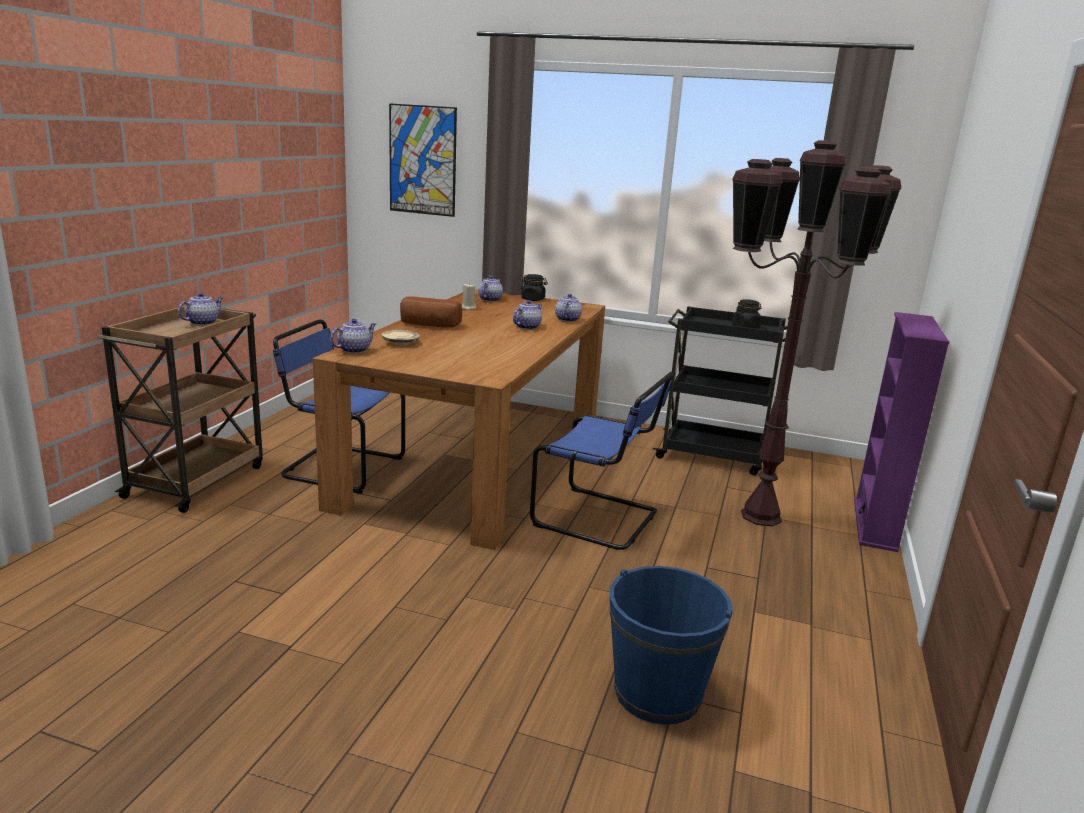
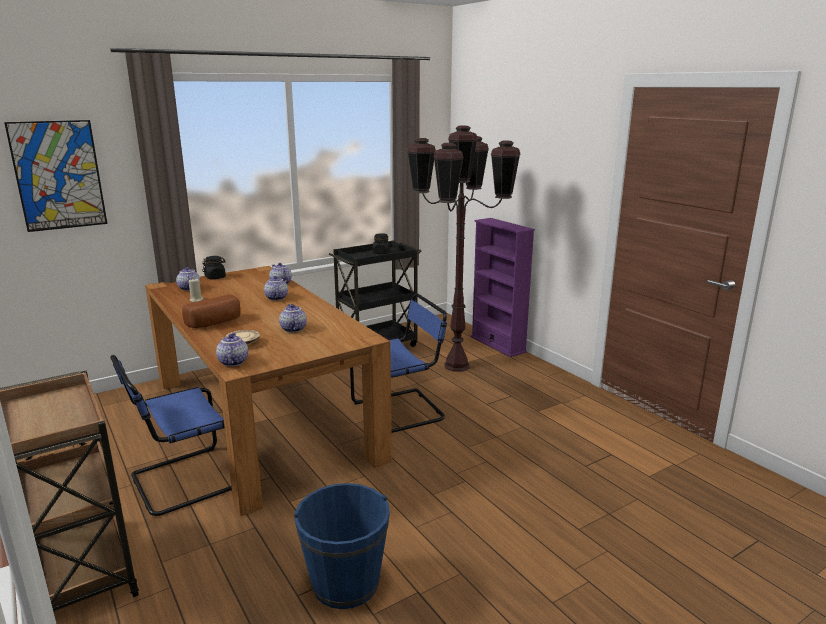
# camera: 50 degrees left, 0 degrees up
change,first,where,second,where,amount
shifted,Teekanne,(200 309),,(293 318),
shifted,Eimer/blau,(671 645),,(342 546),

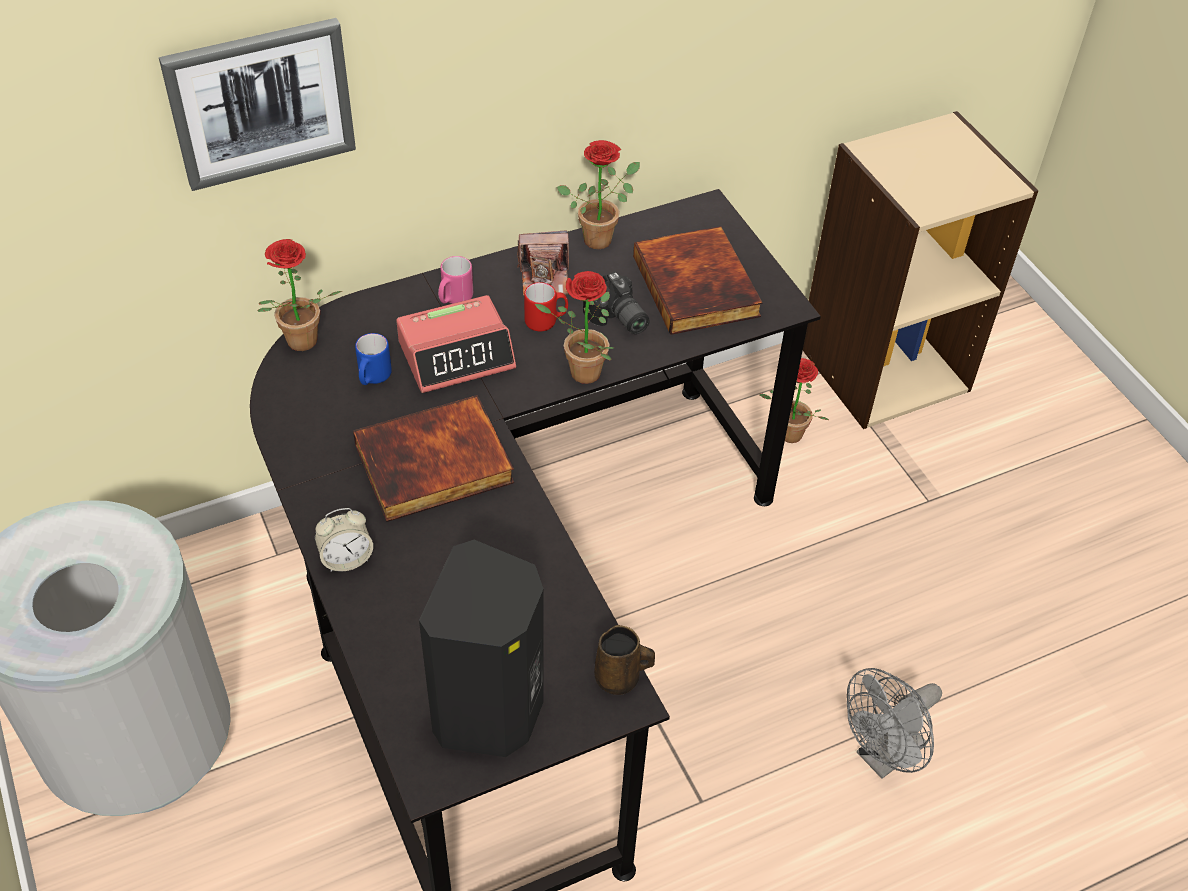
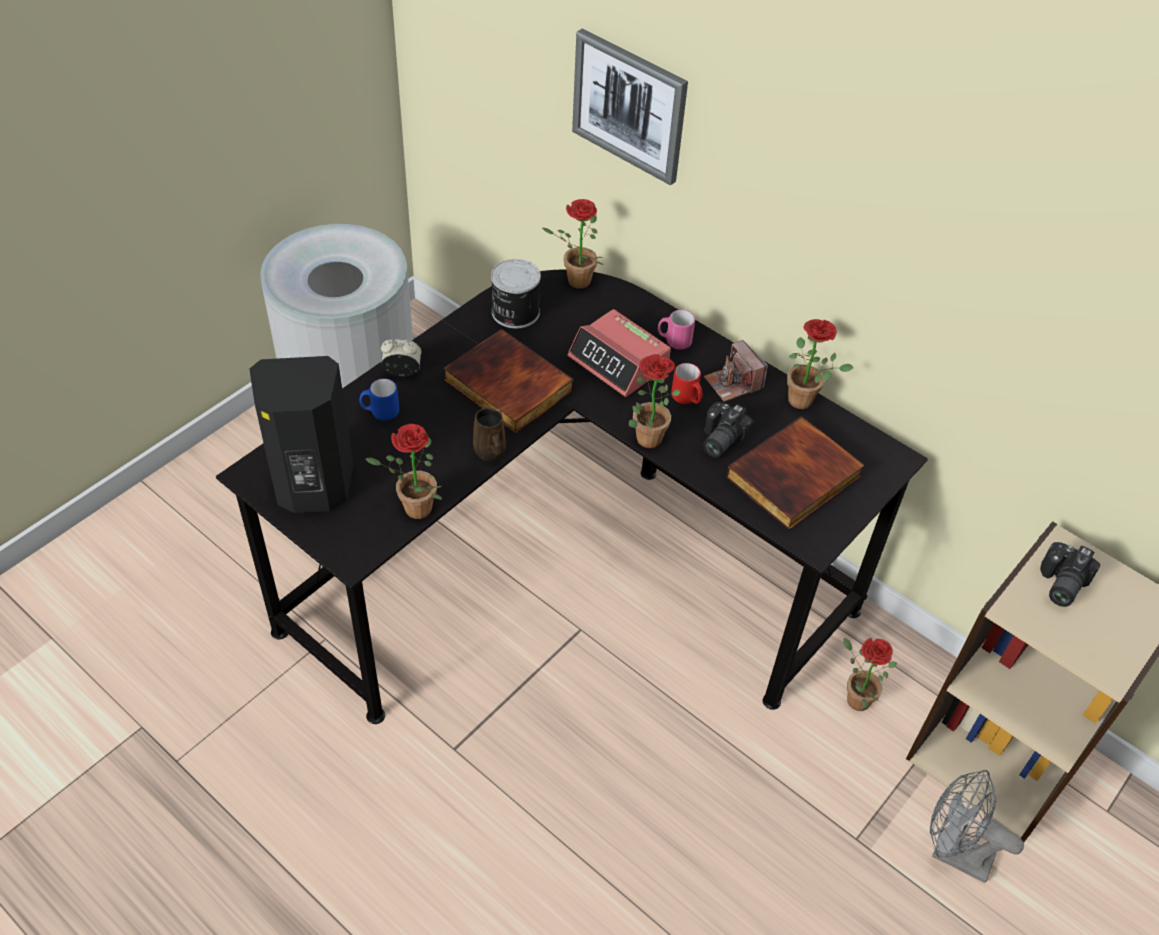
# camera: 65 degrees right, 0 degrees up
change,first,where,second,where,amount
shifted,Henkelbecher/blau,(373 359),,(379 400),
new,,,Topfpflanze,(404 471),
rotated,Wecker,(344 540),,(401 358),135 degrees clockwise
shifted,Henkelbecher/braun,(624 660),,(489 434),
new,,,Dose,(516 293),
shifted,Ventilator/grau,(894 723),,(977 826),
new,,,Kamera,(1070 574),

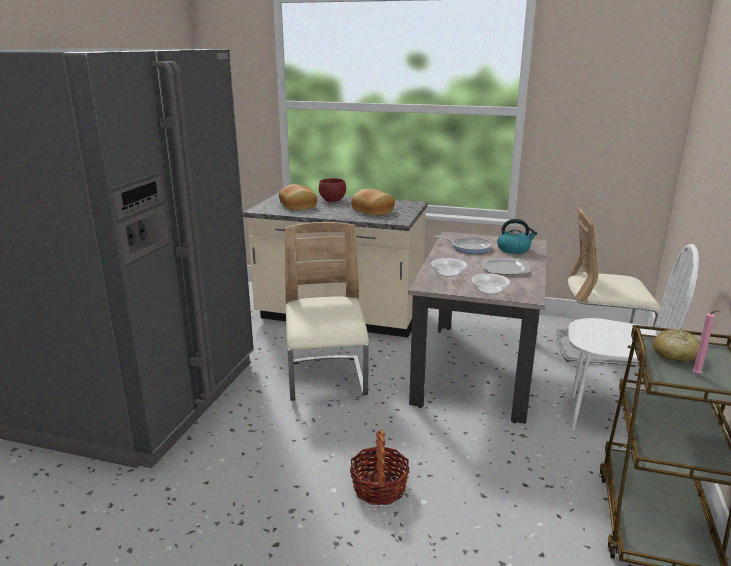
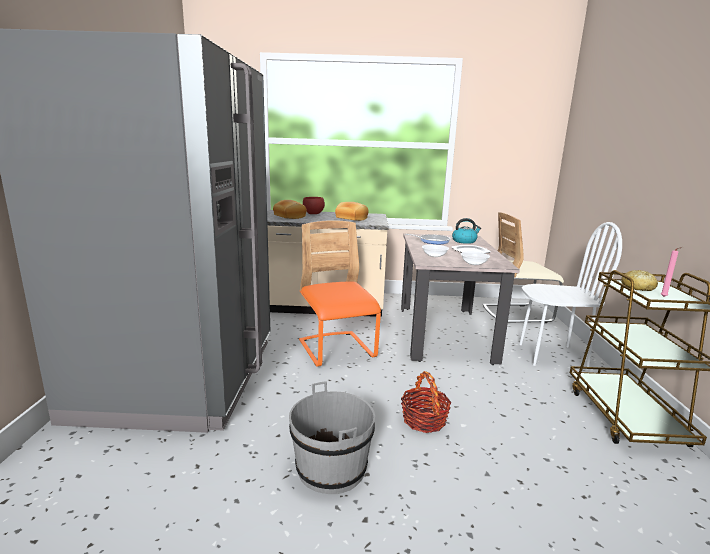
# camera: 15 degrees left, 5 degrees down
change,first,where,second,where,amount
new,,,Eimer/grau,(332 437),
repainted,Stuhl/beige,(327 311),Stuhl/orange,(340 293),

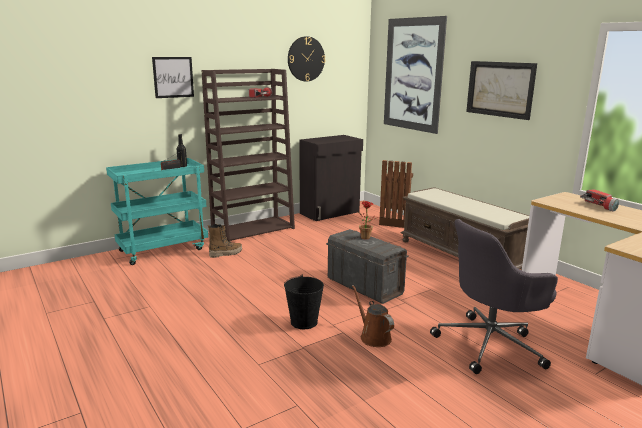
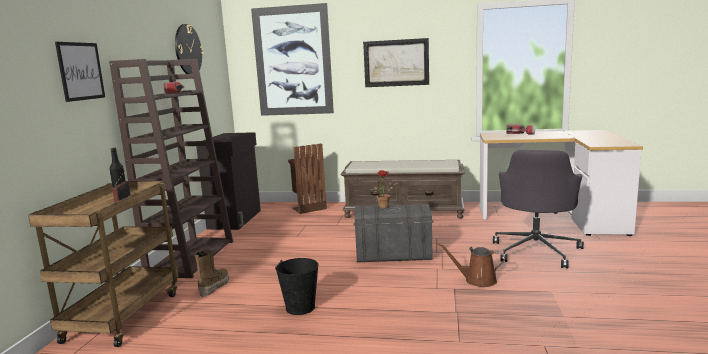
# camera: 45 degrees left, 5 degrees down
change,first,where,second,where,amount
repainted,Rollwagen/türkis,(157 211),Rollwagen/braun,(103 264),
shifted,Eimer/schwarz,(304 302),,(297 286),

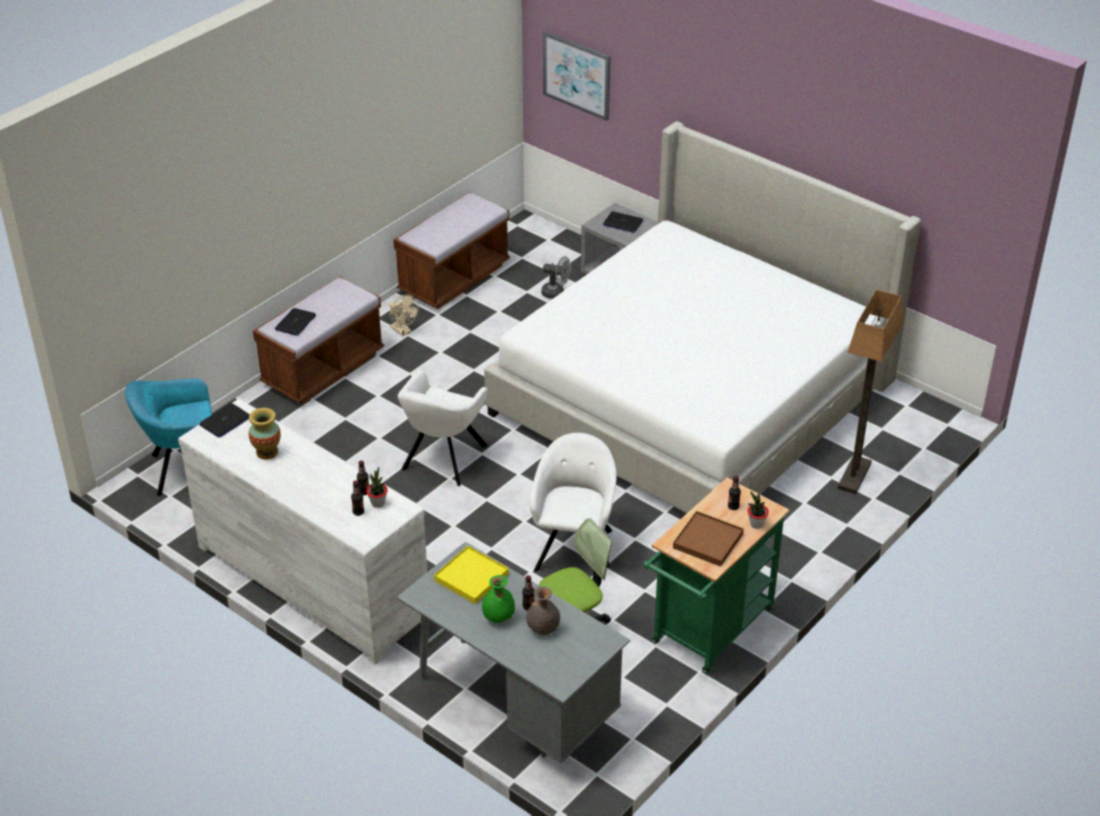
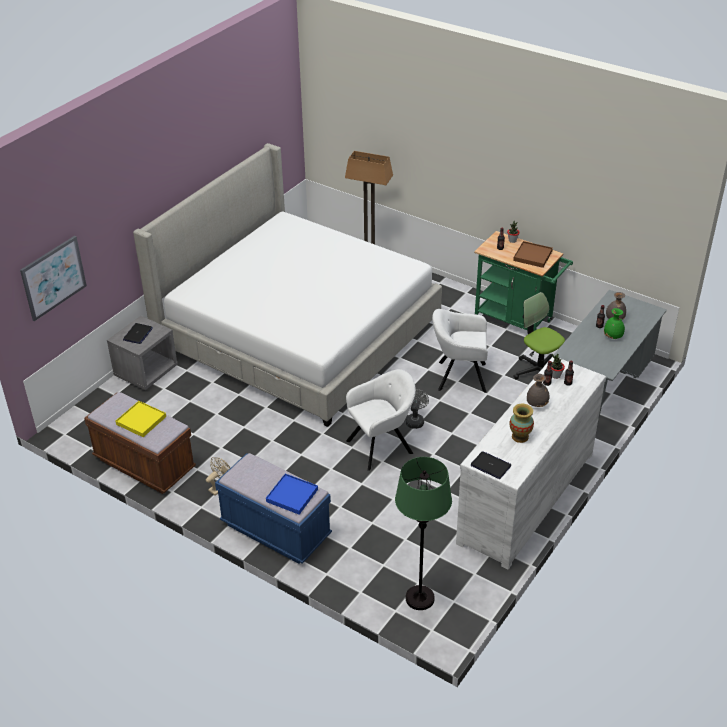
# camera: 95 degrees left, 0 degrees up
change,first,where,second,where,amount
shifted,Tablett/gelb,(471 575),,(141 419),
repainted,Bank/braun,(318 340),Bank/blau,(273 508),
swapped,Laptop,(295 322),Tablett/blau,(292 494),
rotated,Sessel/weiß,(443 428),,(381 420),45 degrees counterclockwise
swapped,Sessel/türkis,(168 437),Stehlampe/grün,(423 533),
shifted,Ventilator/grau,(556 277),,(417 409),
new,,,Vase/grau,(538 390),

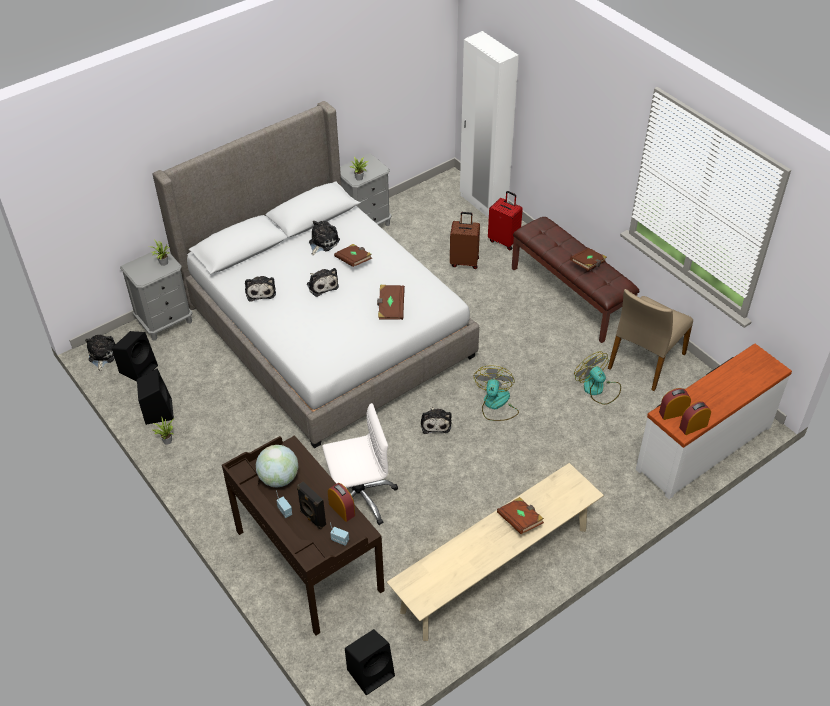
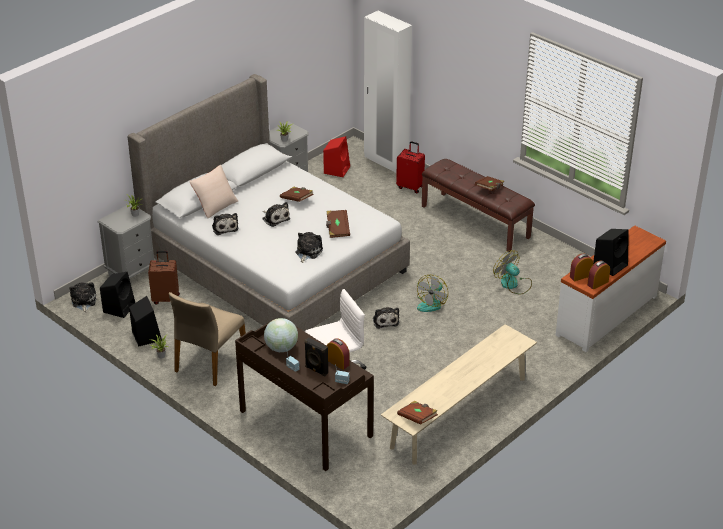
# camera: 10 degrees left, 10 degrees down
change,first,where,second,where,amount
shifted,Koffer/braun,(465 240),,(164 278),
shifted,Stuhl/beige,(650 340),,(207 339),
new,,,Kissen/beige,(213 191),
shifted,Plüschtier,(324 238),,(309 247),
new,,,Lautsprecher/rot,(336 156),
shifted,Buch/braun,(520 515),,(417 413),
rotated,Ventilator,(496 393),,(432 293),150 degrees counterclockwise
shifted,Lautsprecher/schwarz,(370 662),,(611 252),

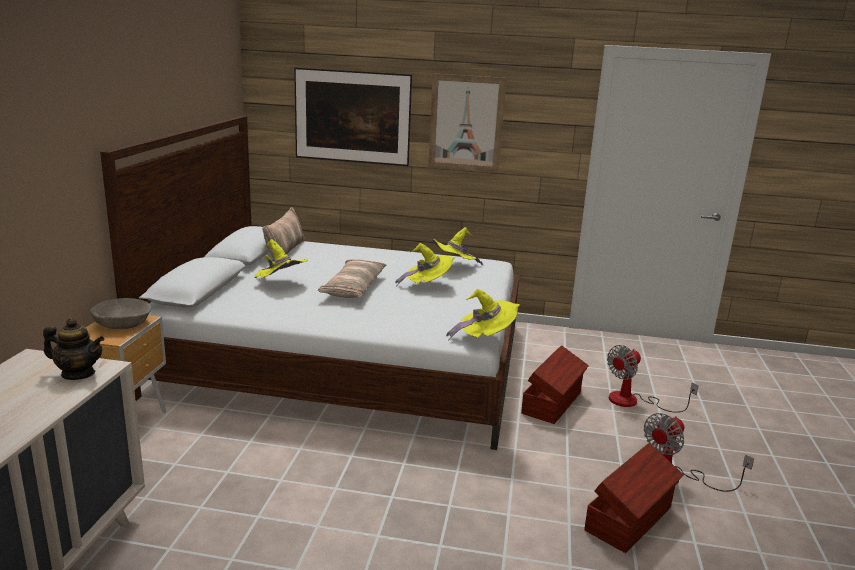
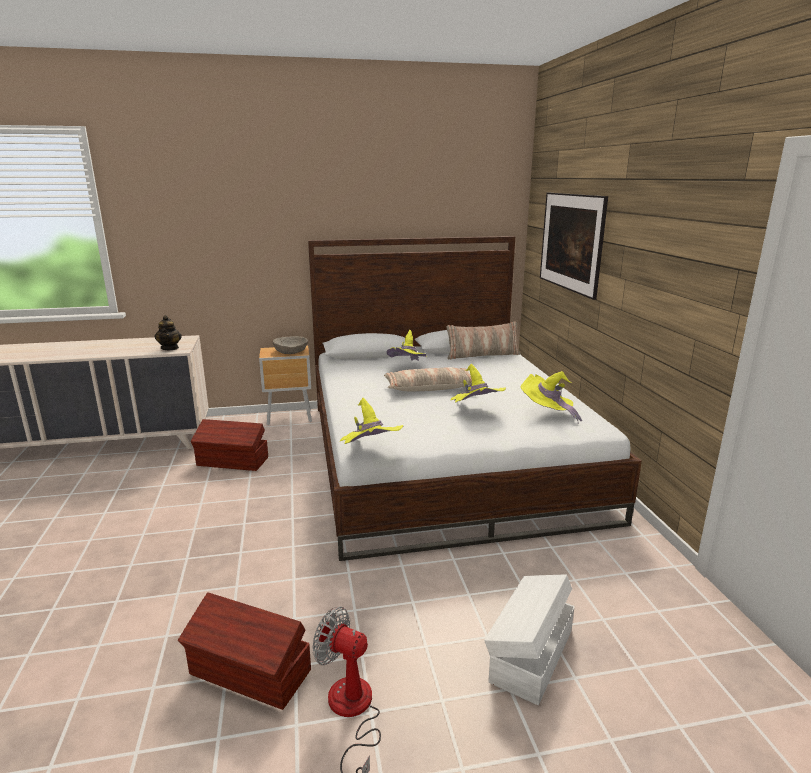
# camera: 70 degrees right, 0 degrees up
change,first,where,second,where,amount
shifted,Aufbewahrungsbox/braun,(555 384),,(229 445),
swapped,Ventilator,(653 379),Aufbewahrungsbox/weiß,(529 640),
gone,Bild,(467 123),,,

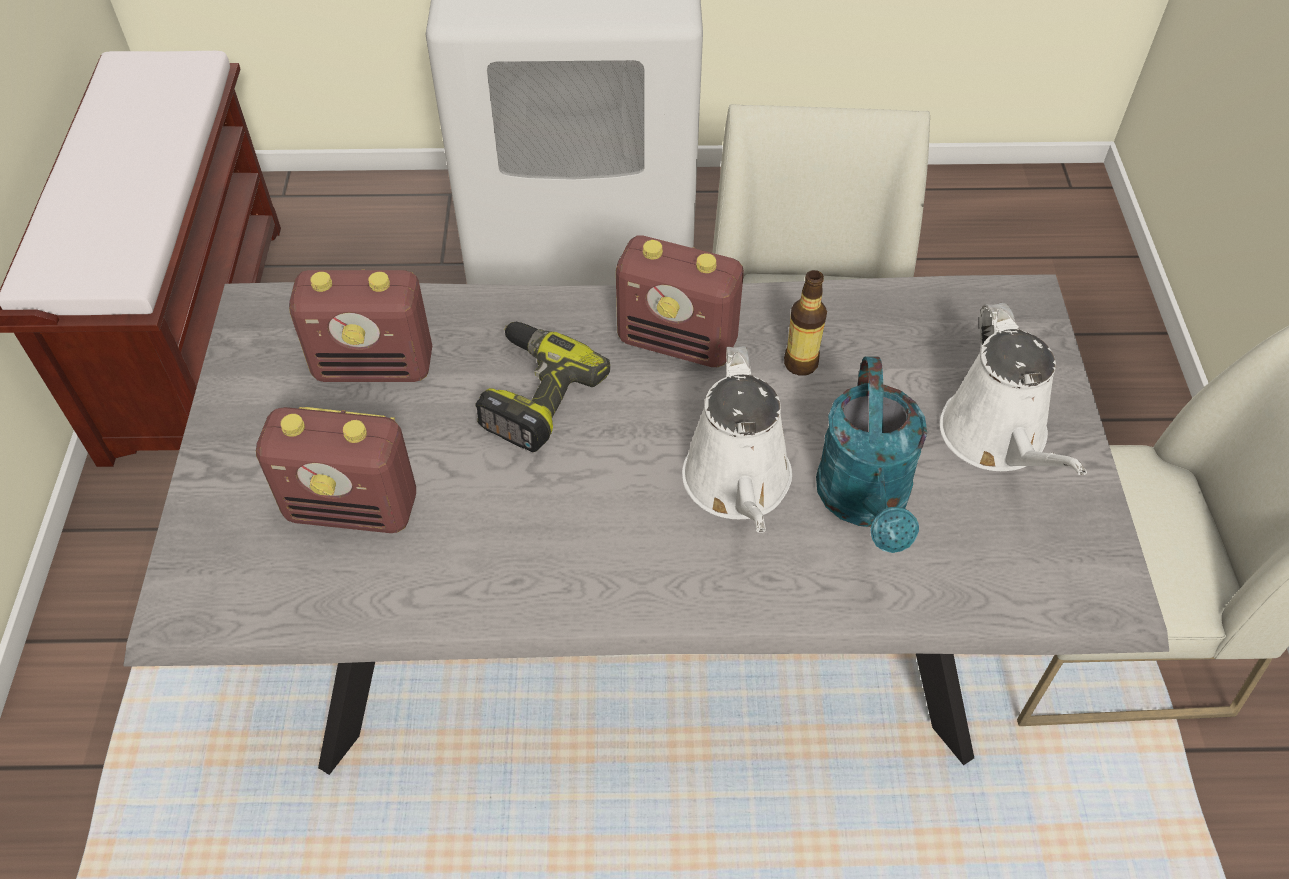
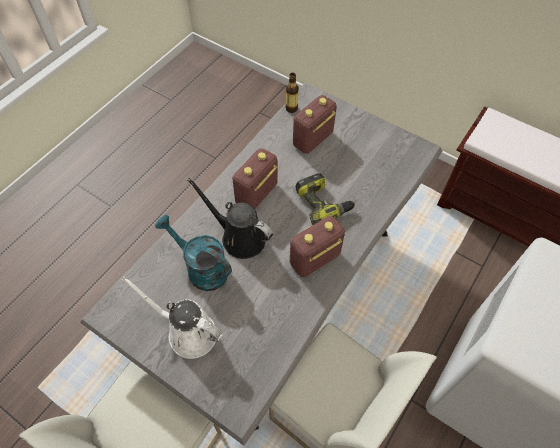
# camera: 125 degrees right, 5 degrees up
change,first,where,second,where,amount
repainted,Gießkanne/weiß,(737 439),Gießkanne/schwarz,(230 218),
shifted,Radio,(360 326),,(254 178),
shifted,Flasche,(805 323),,(292 93),

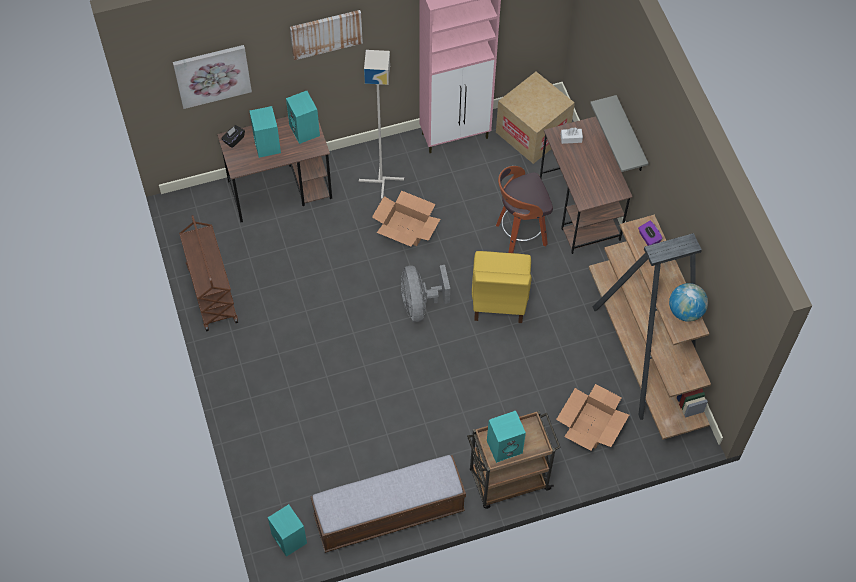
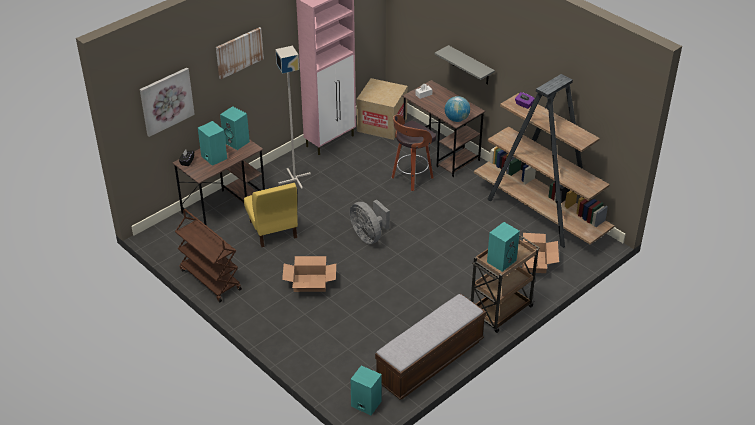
# camera: 25 degrees left, 20 degrees down
change,first,where,second,where,amount
shifted,Stuhl/gelb,(502 287),,(271 215),
shifted,Karton,(406 219),,(309 274),
shifted,Globus,(688 302),,(457 109),

